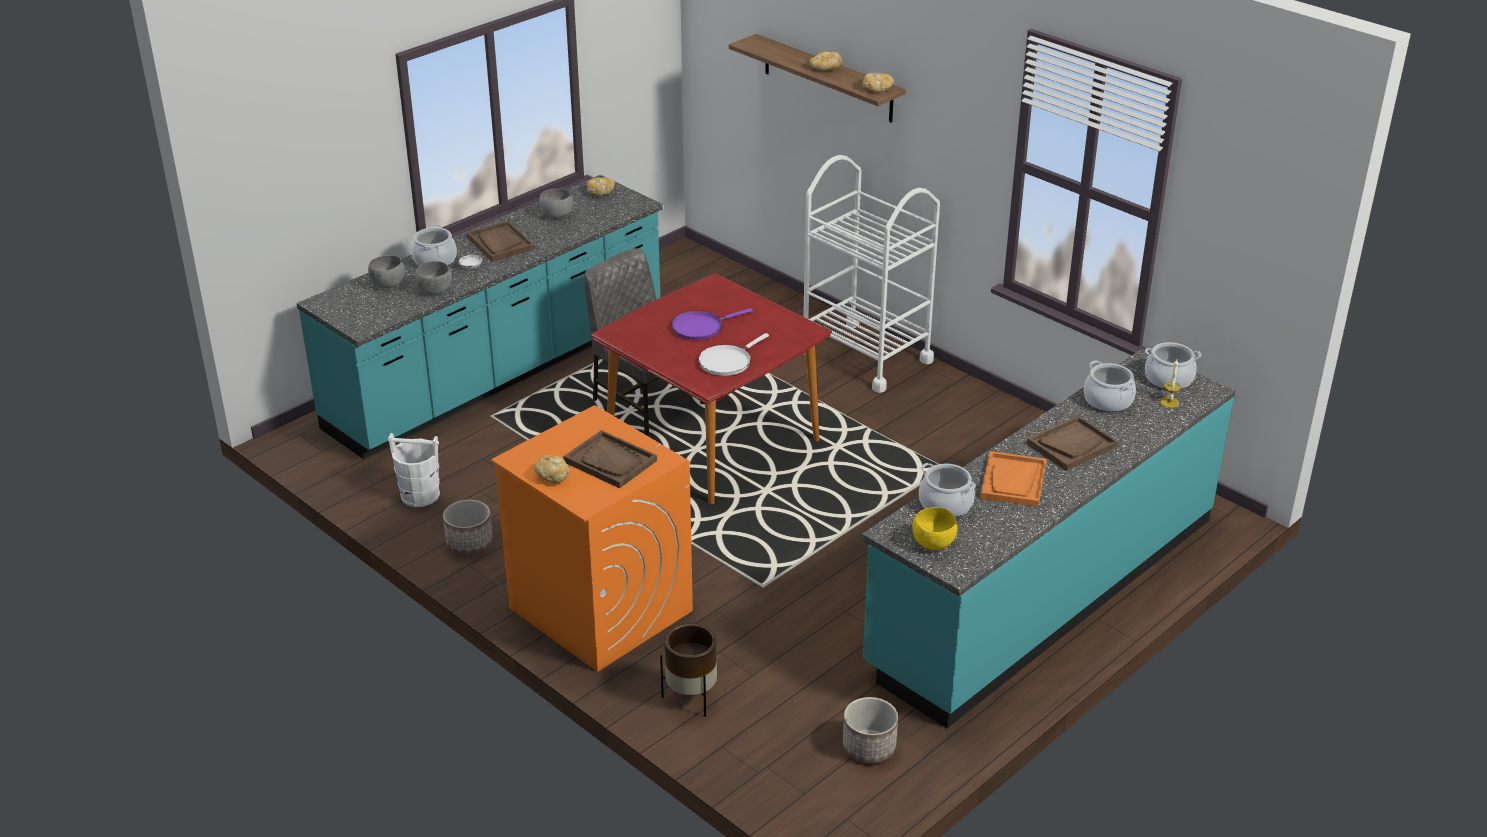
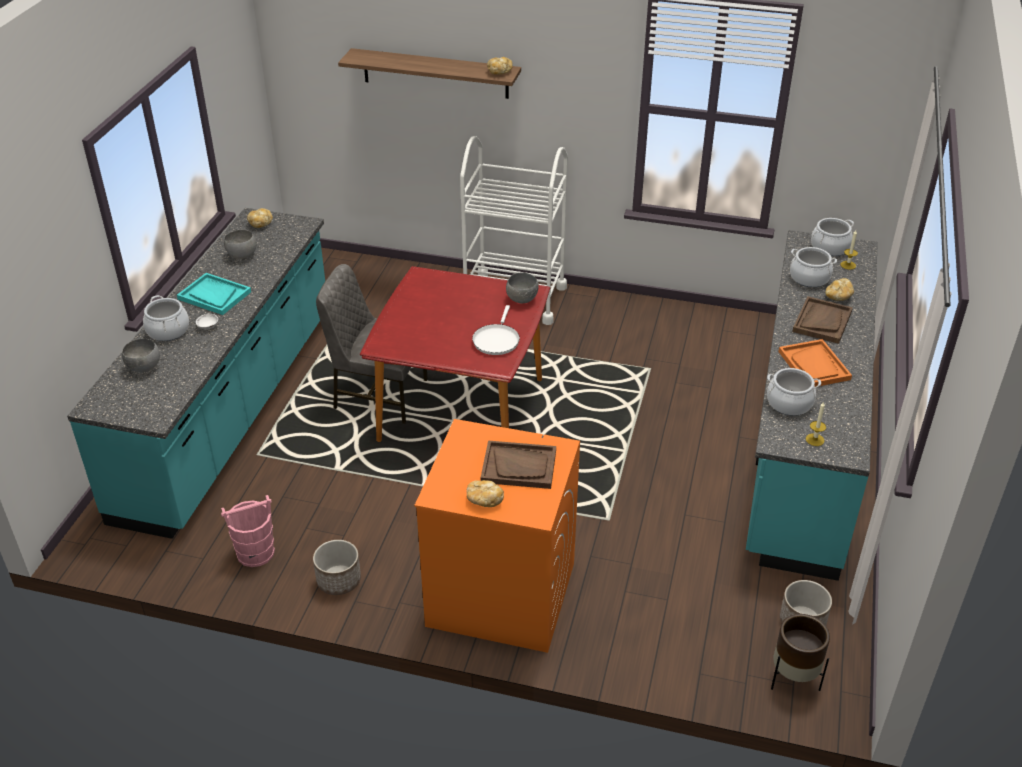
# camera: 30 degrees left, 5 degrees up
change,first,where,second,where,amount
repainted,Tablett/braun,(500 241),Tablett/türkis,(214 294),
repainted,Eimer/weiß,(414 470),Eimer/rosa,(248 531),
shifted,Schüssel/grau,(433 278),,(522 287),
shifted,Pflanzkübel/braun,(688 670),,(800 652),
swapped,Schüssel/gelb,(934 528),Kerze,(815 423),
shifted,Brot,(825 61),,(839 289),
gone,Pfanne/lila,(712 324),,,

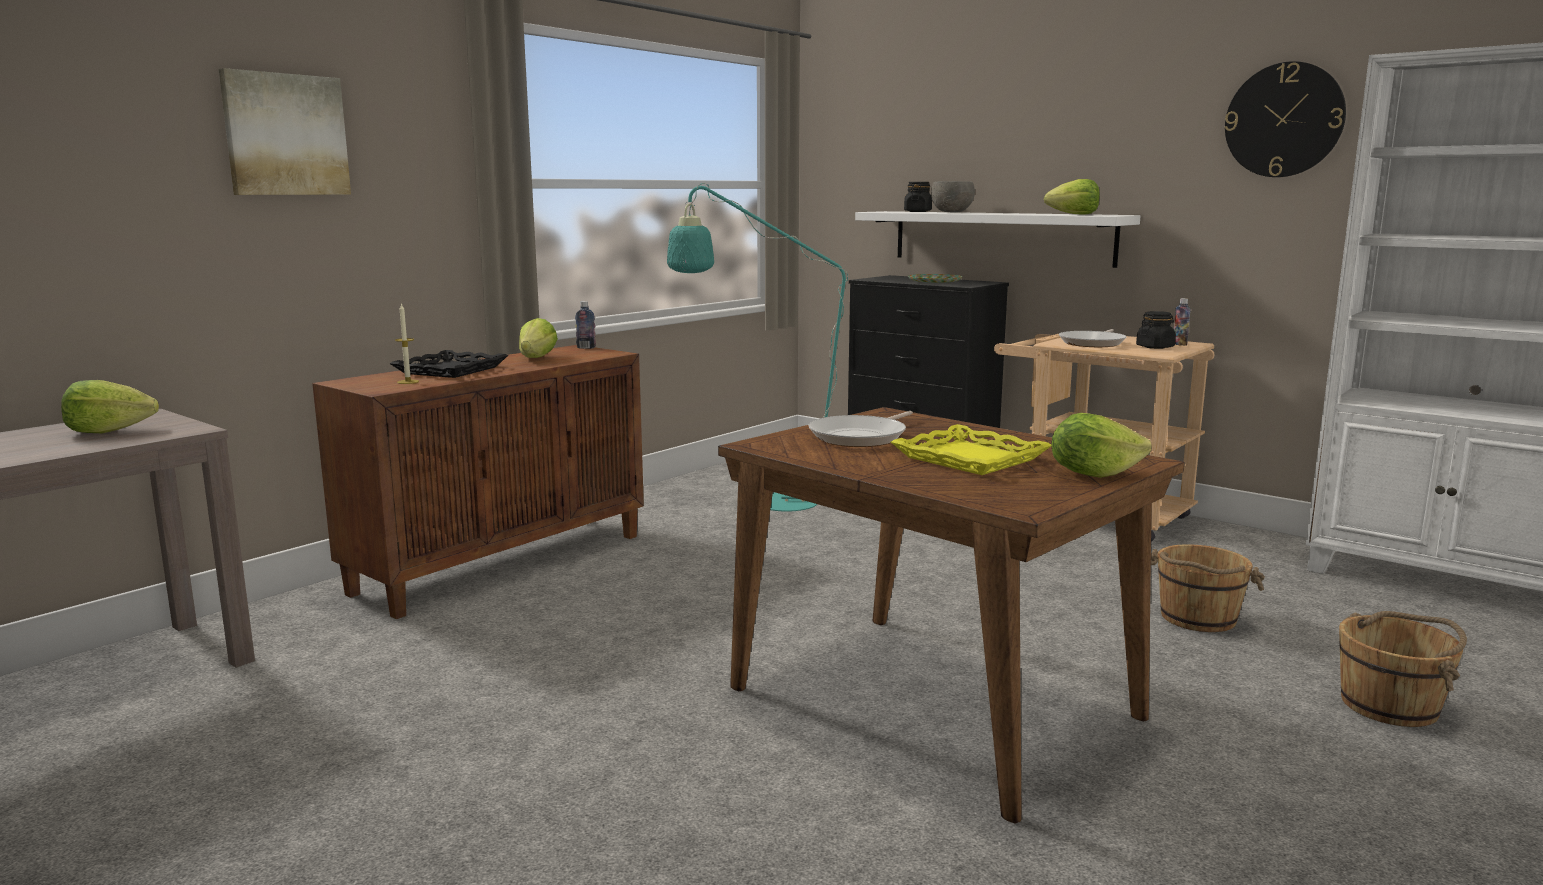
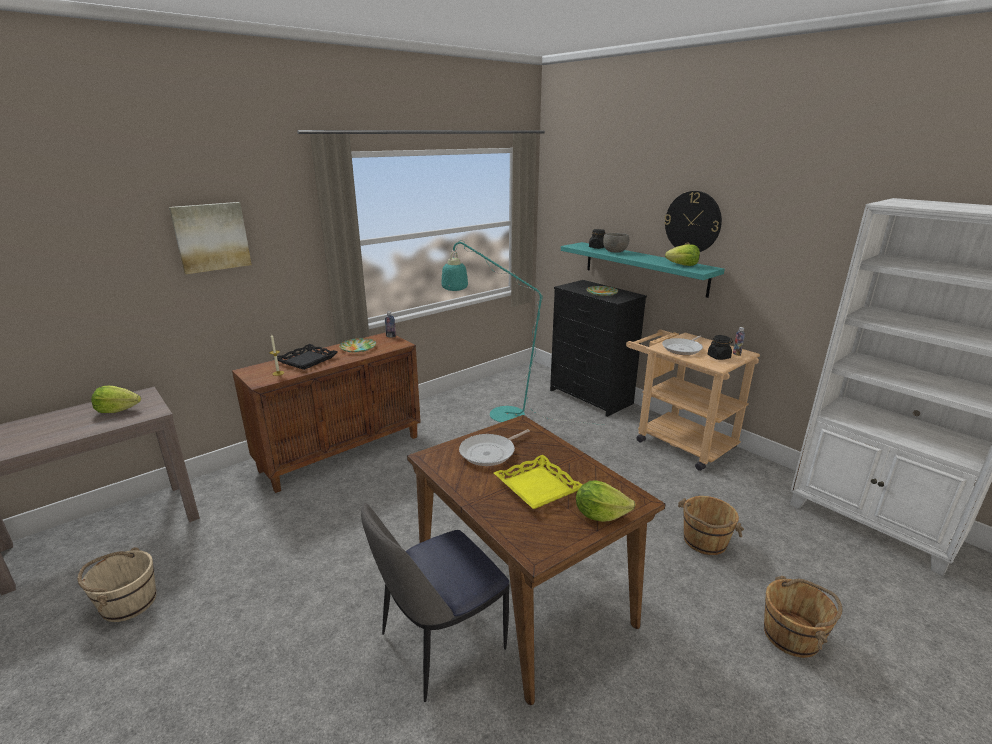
# camera: 10 degrees right, 10 degrees up
change,first,where,second,where,amount
new,,,Eimer/beige,(117 584),
swapped,Salatkopf,(538 338),Teller,(357 345),
new,,,Stuhl,(435 602),
repainted,Wandregal/weiß,(997 239),Wandregal/türkis,(643 270),
shifted,Wanduhr,(1285 119),,(693 221),

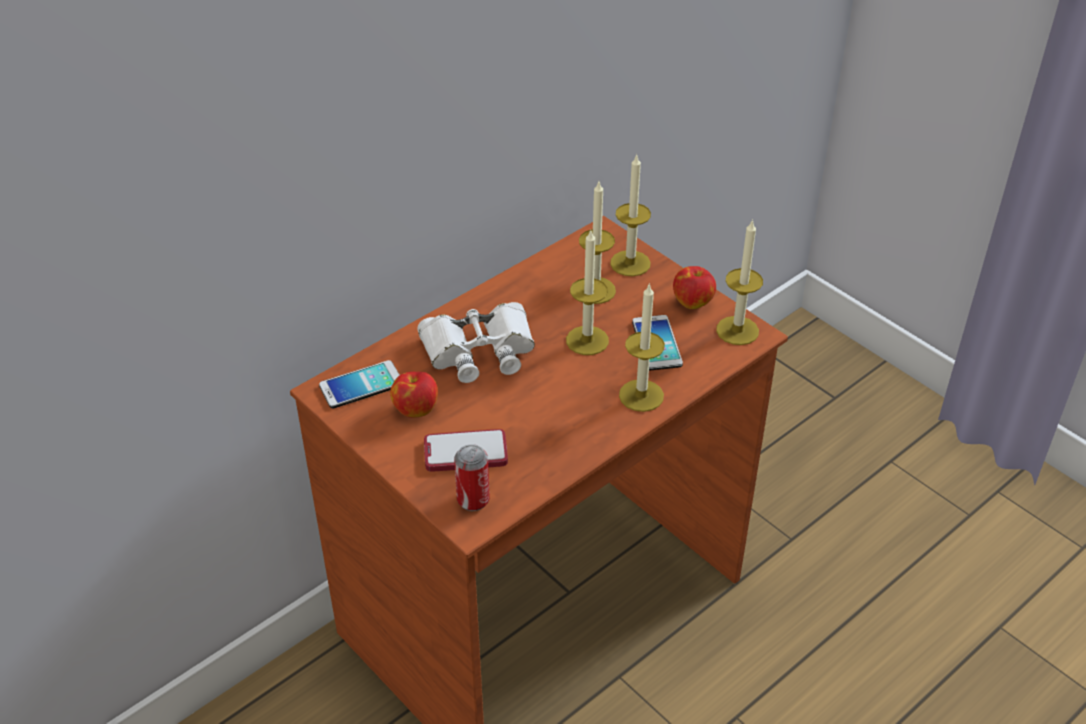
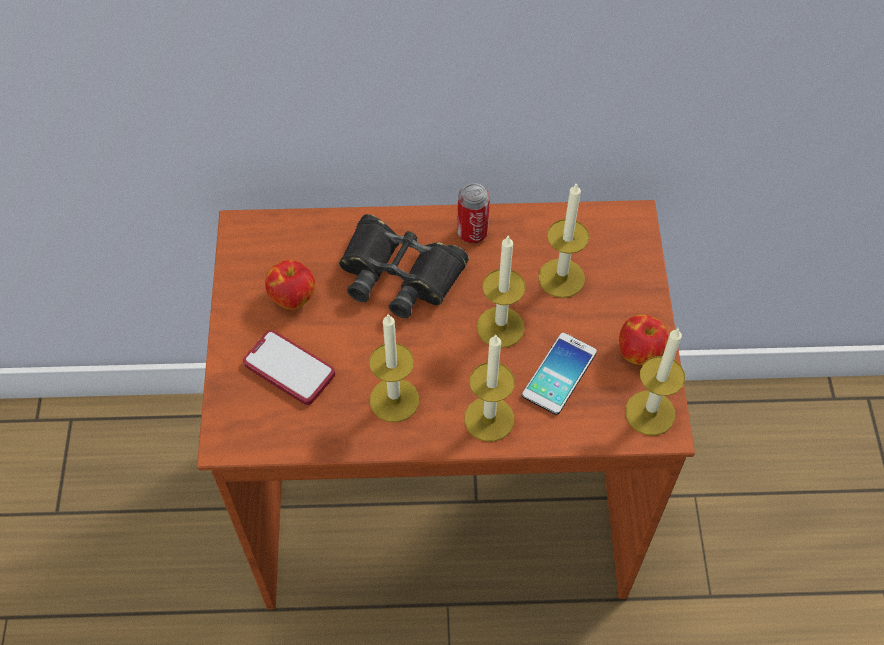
# camera: 40 degrees right, 15 degrees up
change,first,where,second,where,amount
repainted,Fernglas/weiß,(476 342),Fernglas/schwarz,(404 266),
shifted,Kerze,(630 215),,(394 367),
shifted,Dose,(472 477),,(473 213),
gone,Handy,(359 384),,,

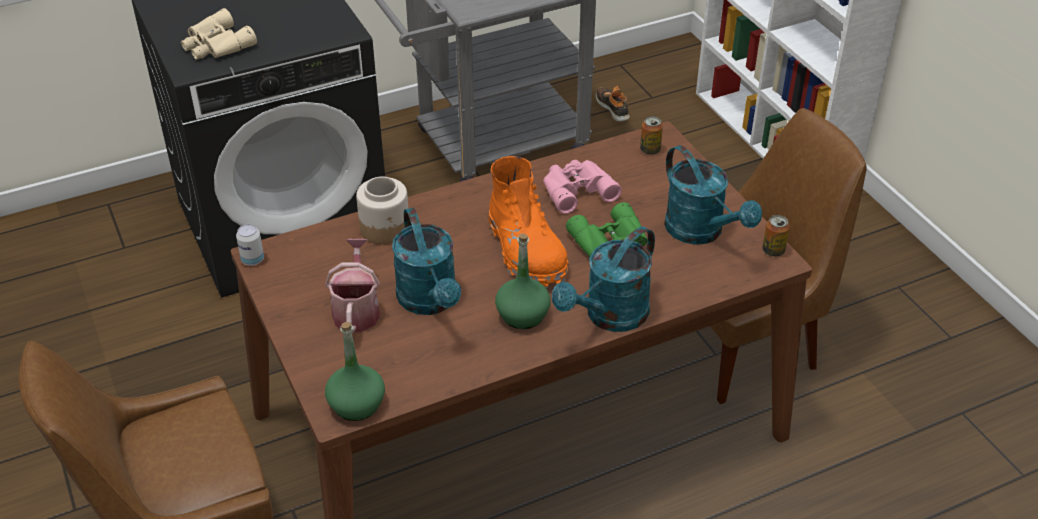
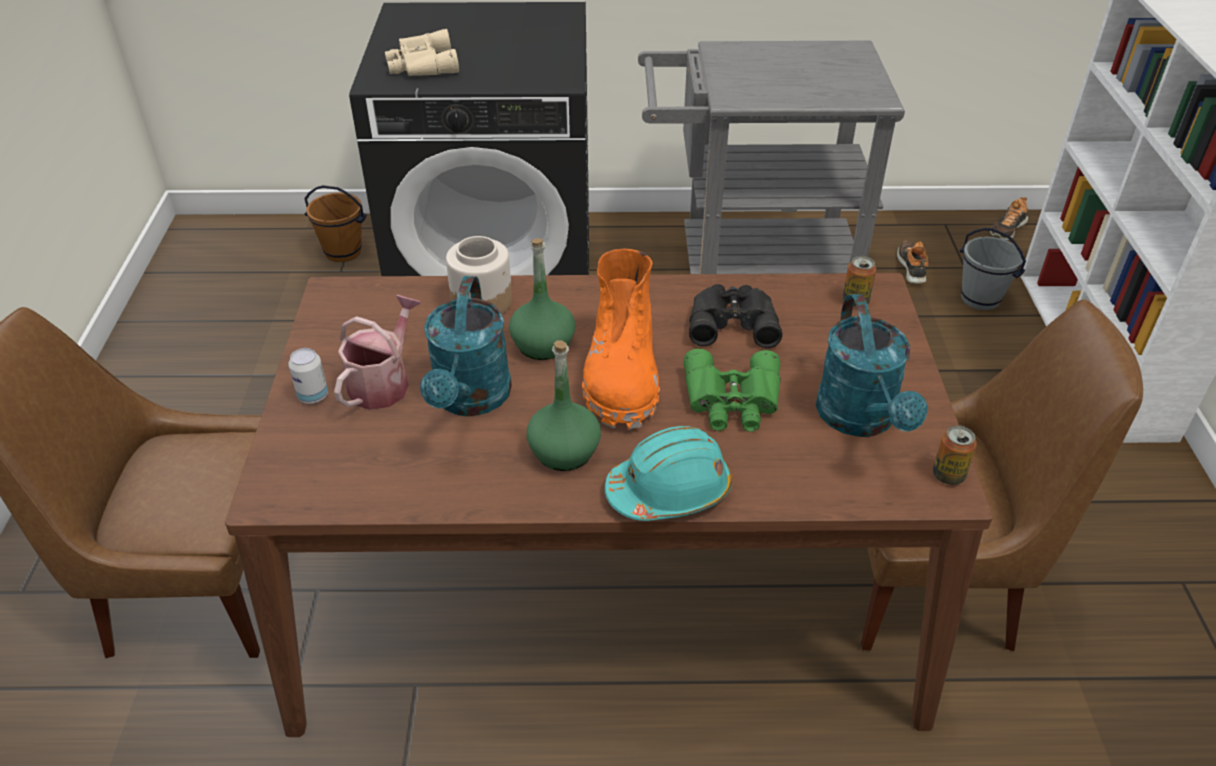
# camera: 25 degrees right, 0 degrees up
change,first,where,second,where,amount
shifted,Dose,(250 245),,(308 376),
new,,,Eimer/braun,(335 223),
shifted,Flasche/grün,(355 371),,(542 299),
swapped,Gießkanne/türkis,(603 279),Schutzhelm/türkis,(668 473),
repainted,Fernglas/rosa,(582 187),Fernglas/schwarz,(736 316),
new,,,Eimer/grau,(993 269),
new,,,Schuh,(1009 218),

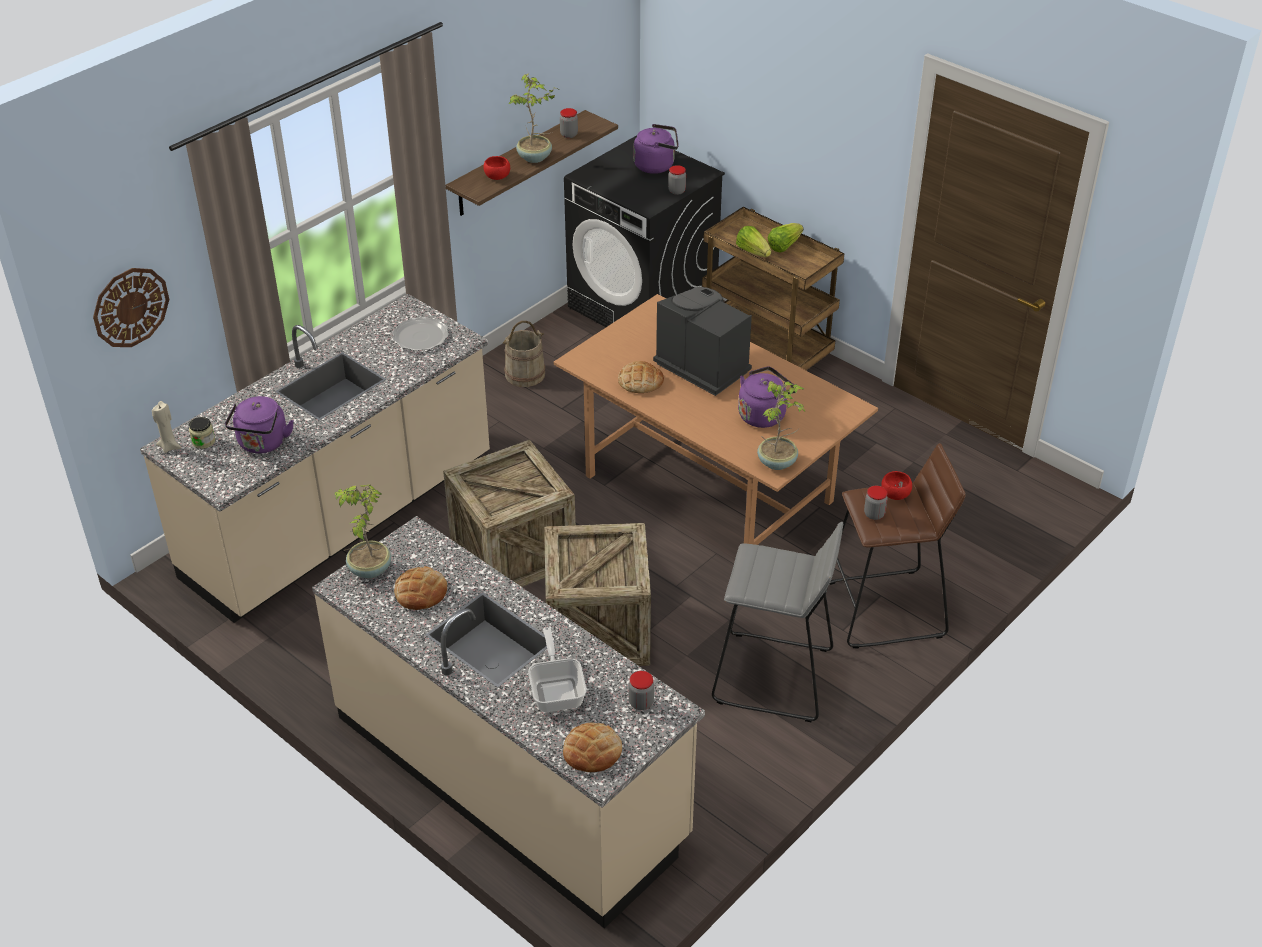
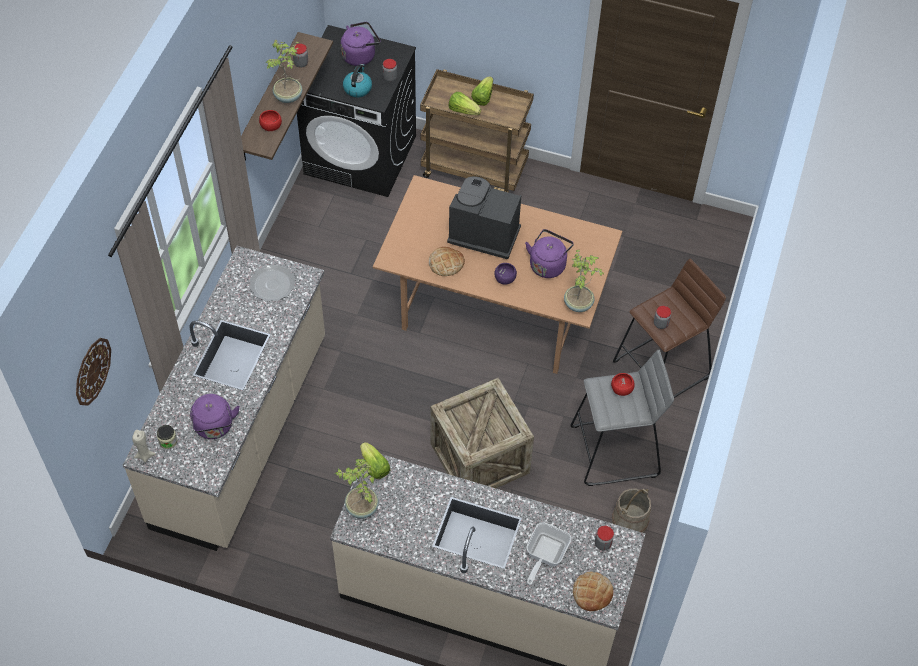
# camera: 25 degrees left, 15 degrees up
change,first,where,second,where,amount
new,,,Wasserkessel,(357 81),
new,,,Salatkopf,(375 460),
new,,,Schüssel/lila,(505 274),
rotated,Pfanne,(557 669),,(548 553),120 degrees counterclockwise
shifted,Schüssel/rot,(896 485),,(623 384),
shifted,Eimer/beige,(524 354),,(631 510),
gone,Brot,(420 588),,,
gone,Kiste,(509 513),,,

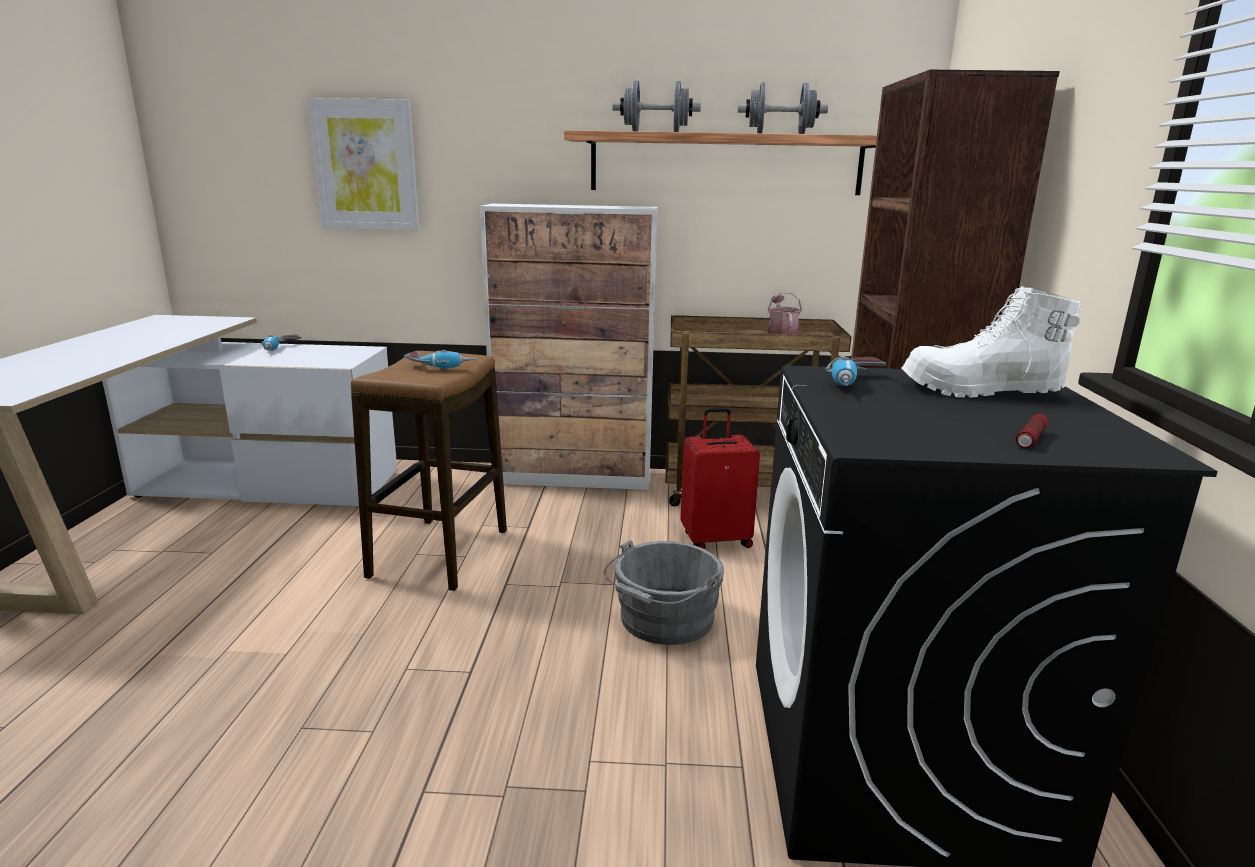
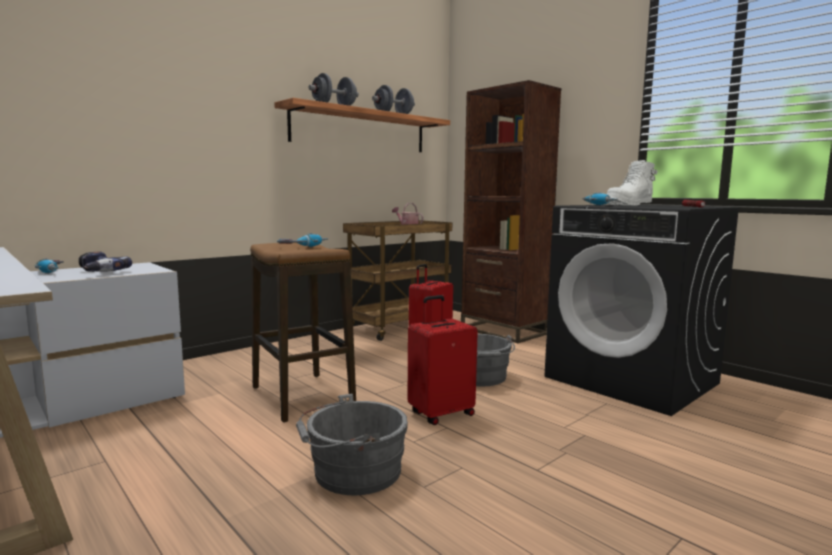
# camera: 45 degrees left, 10 degrees down
change,first,where,second,where,amount
new,,,Bohrmaschine,(105 261),
new,,,Eimer/grau,(352 444),
new,,,Koffer/rot,(443 360),
gone,Bild,(363 164),,,
gone,Schrank,(568 347),,,

